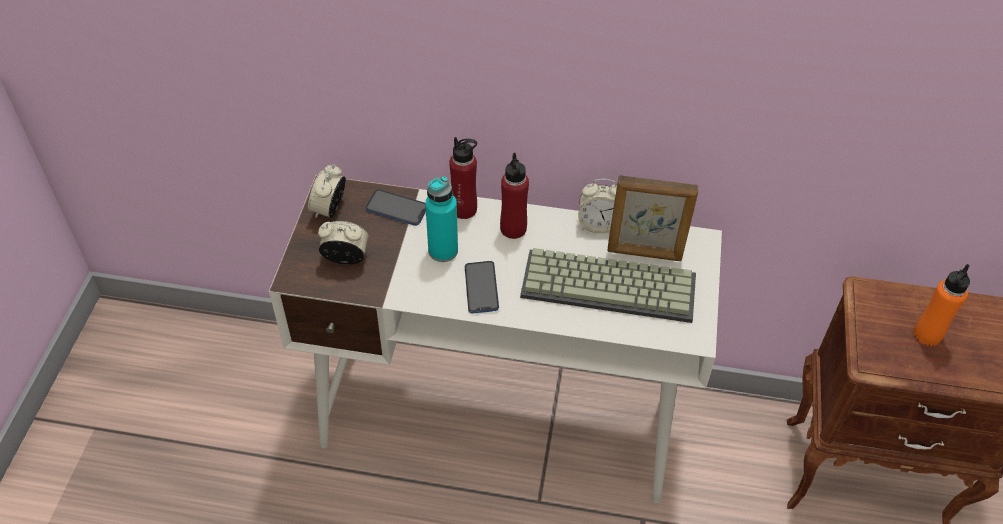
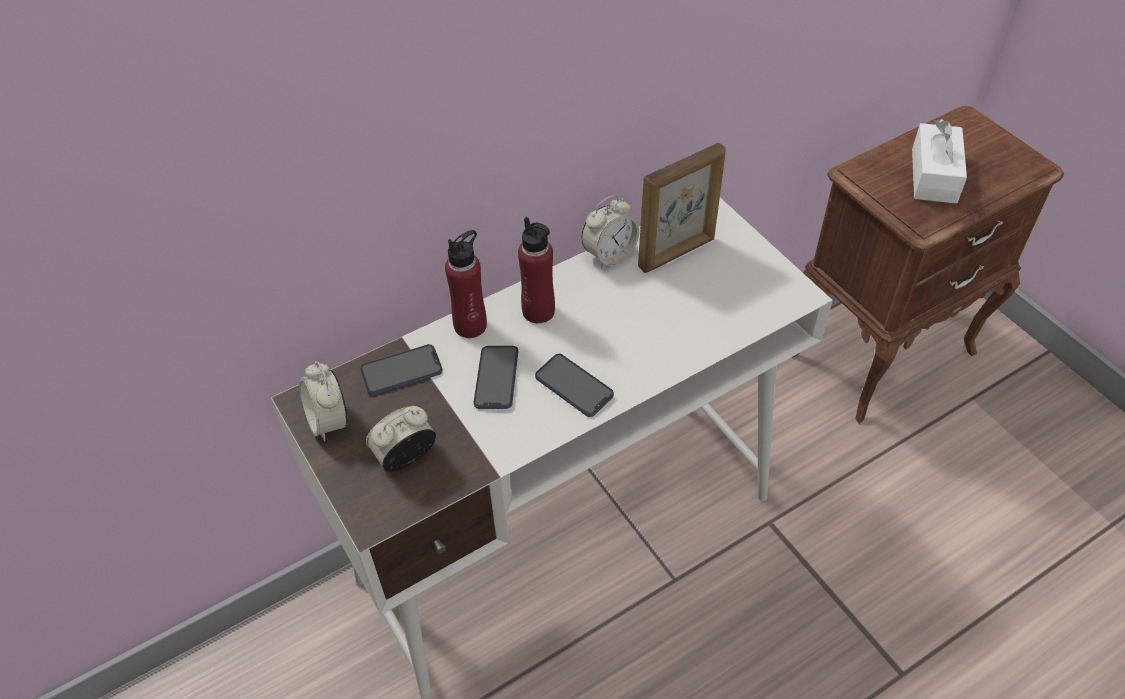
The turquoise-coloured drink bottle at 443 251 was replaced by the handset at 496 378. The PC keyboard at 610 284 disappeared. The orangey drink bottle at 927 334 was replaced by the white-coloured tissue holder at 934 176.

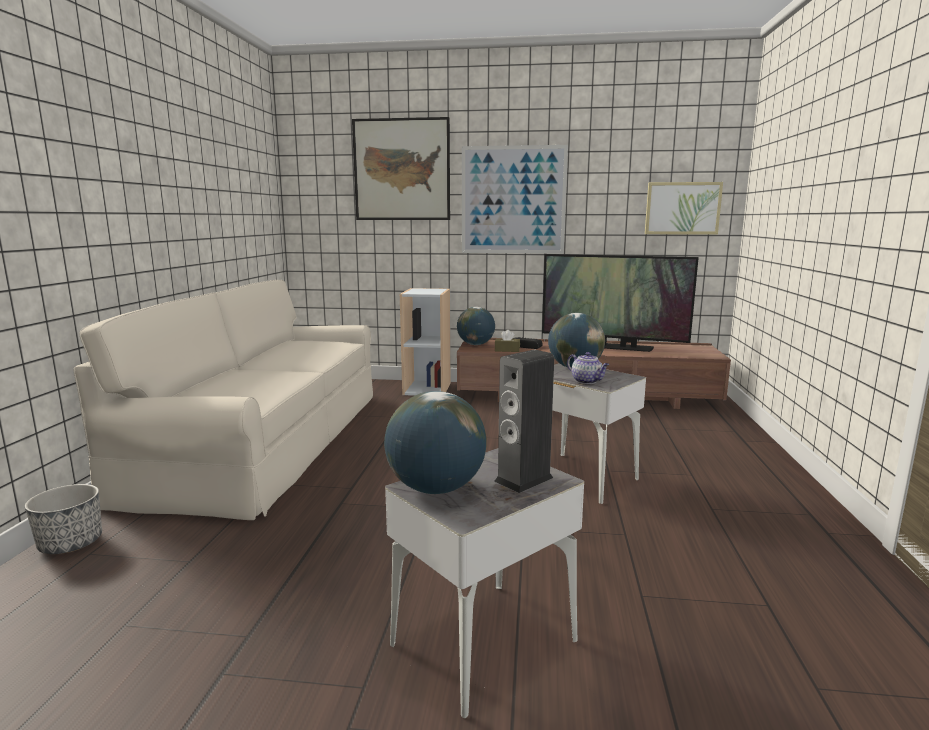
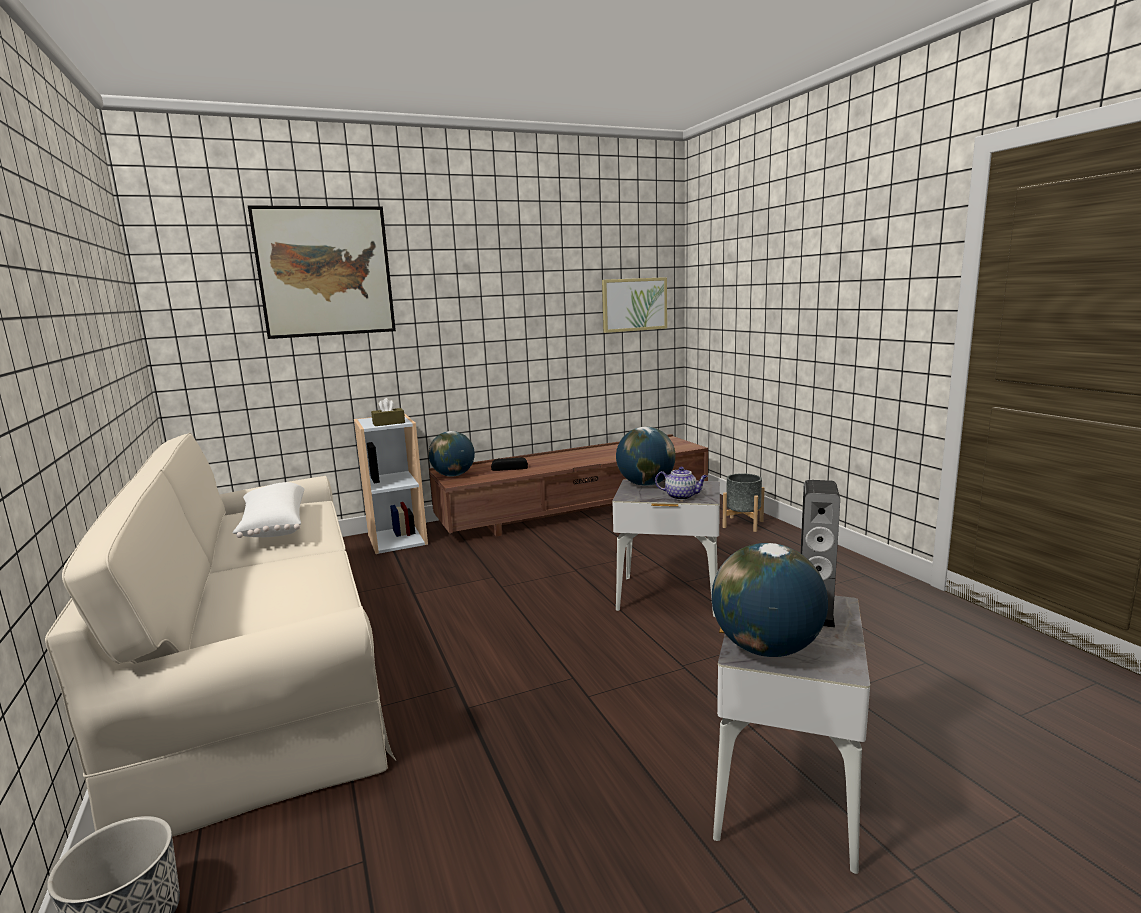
The picture at 513 200 disappeared. The brown tissue holder moved from 507 350 to 388 423. The TV at 612 347 disappeared. The white-coloured throw pillow at 273 526 appeared. The gray planter at 743 524 appeared.

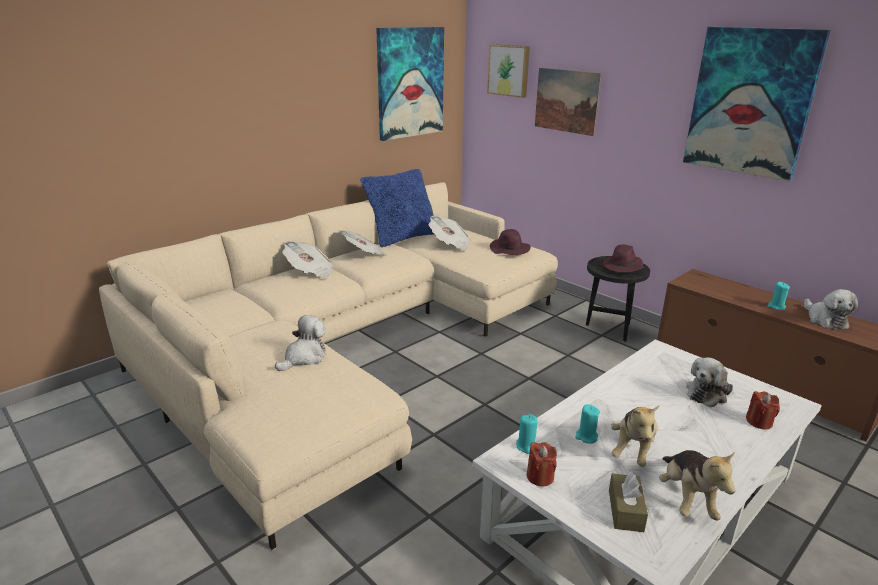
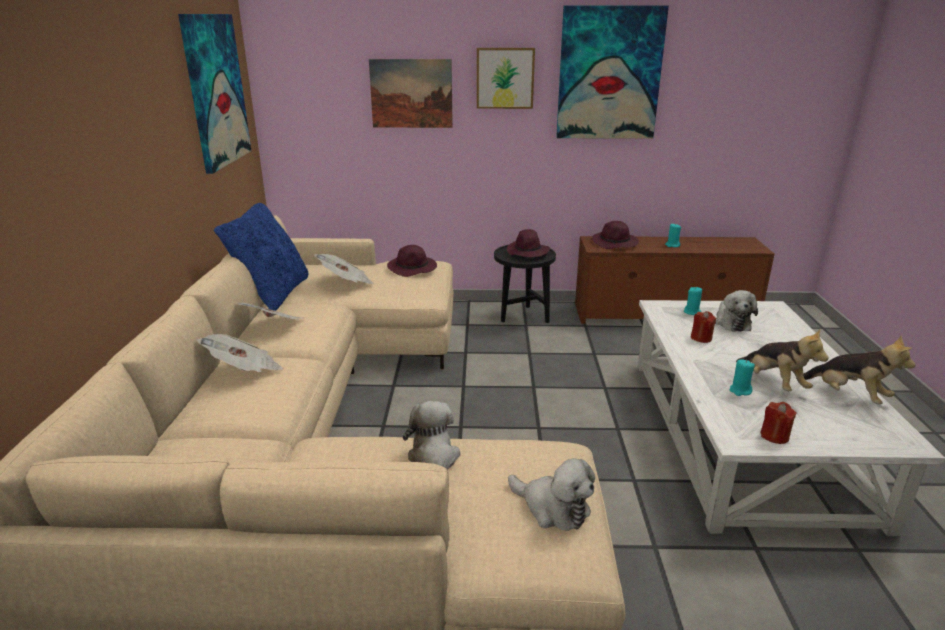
The picture moved from 509 70 to 505 78. The turquoise-coloured wax light moved from 527 446 to 692 312. The brown tissue holder at 625 510 disappeared. The red-coloured wax light moved from 759 422 to 701 338. The cuddly toy moved from 825 320 to 553 508. The purple-coloured clothing hat at 615 243 appeared.

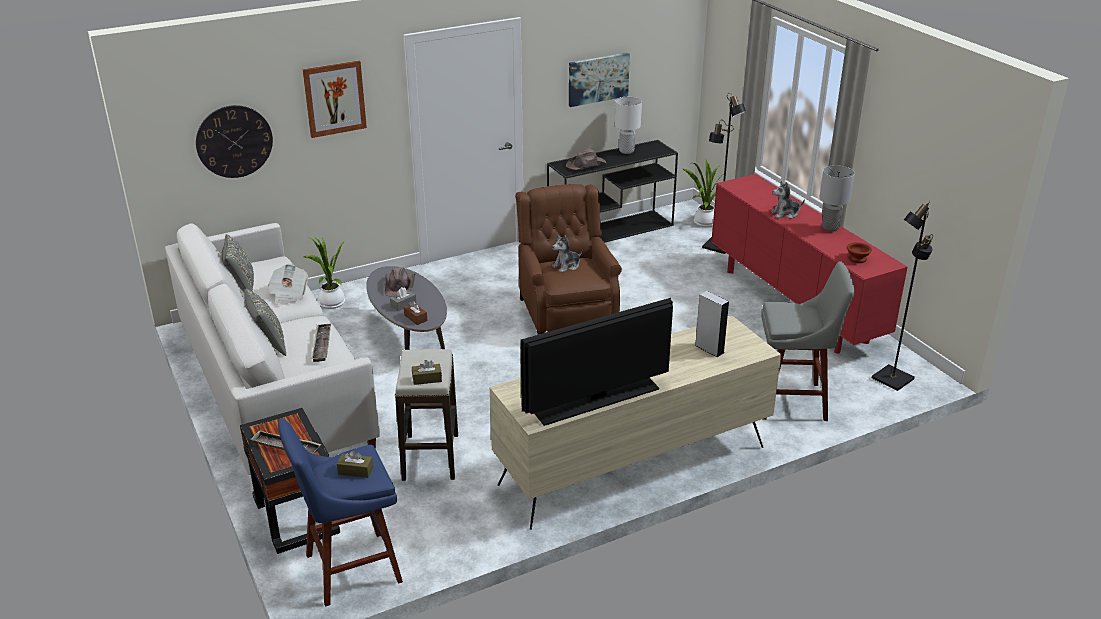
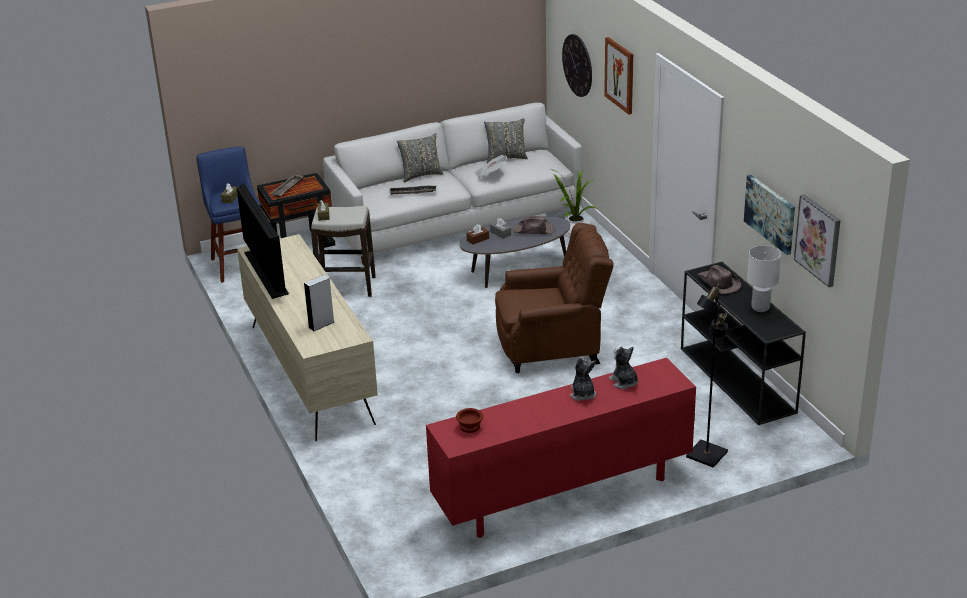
The cuddly toy moved from 566 266 to 624 382. The plant in a pot at 703 223 disappeared. The gray stool at 793 401 disappeared. The gray lamp for a table at 830 229 disappeared. The black-coloured floor lamp at 892 378 disappeared. The picture at 818 240 appeared.

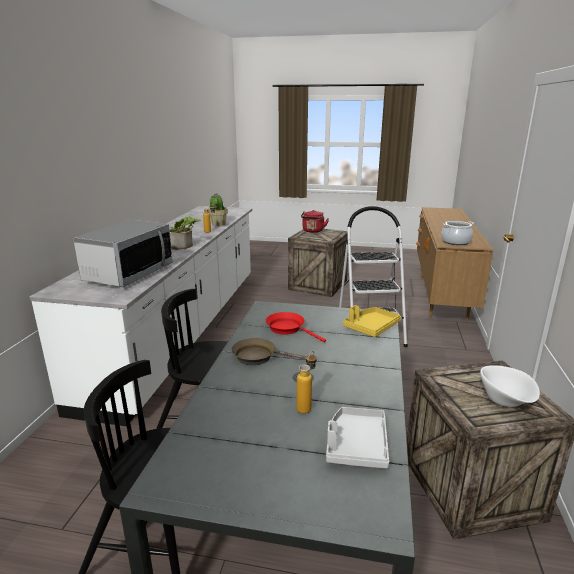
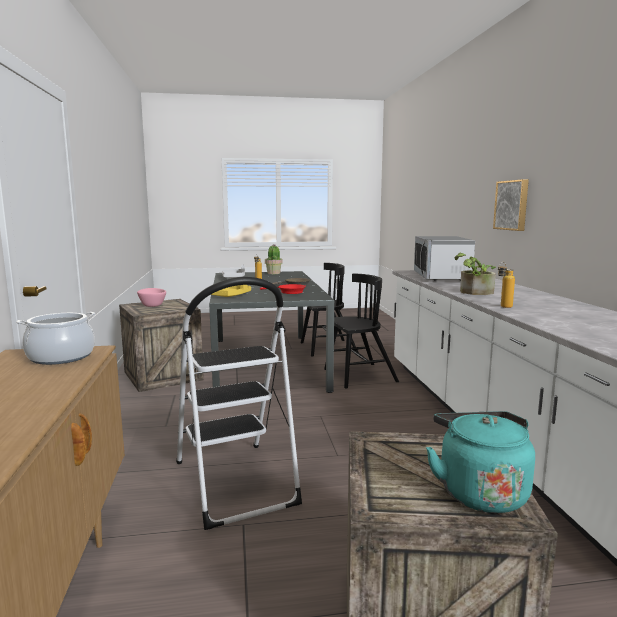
The plant in a pot moved from 218 224 to 273 273. The red-coloured tea kettle at 313 231 became the turquoise-coloured tea kettle at 479 491. The white-coloured deep dish at 506 403 became the pink-coloured deep dish at 152 305. The picture at 512 205 appeared.

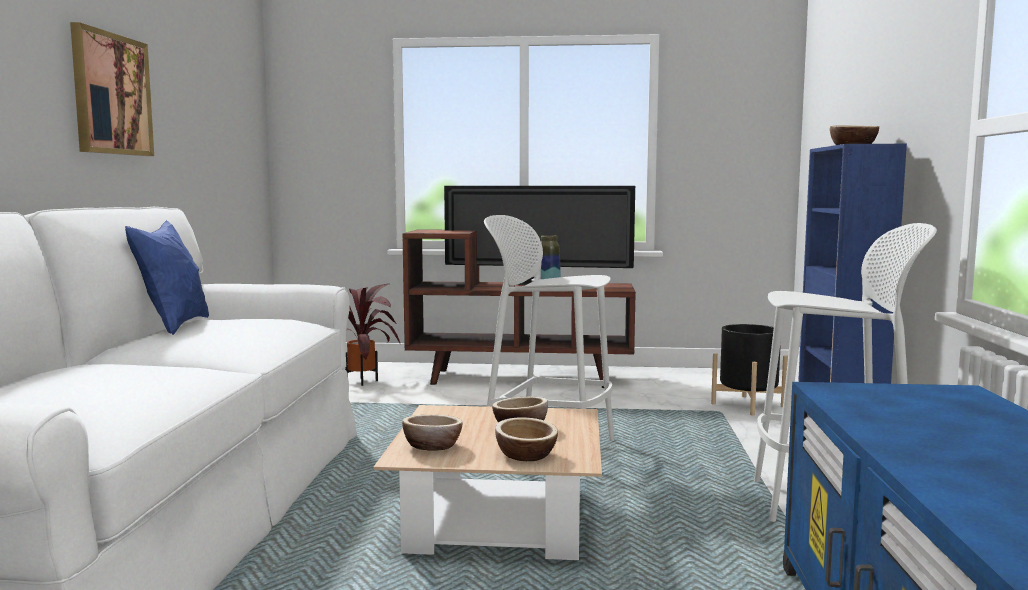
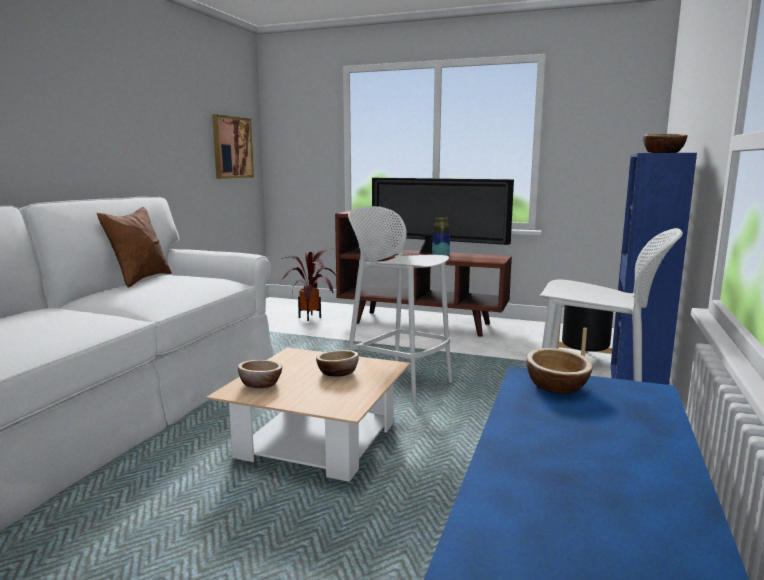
The picture moved from 111 94 to 232 147. The bluish throw pillow at 173 326 became the brown throw pillow at 140 280. The deep dish moved from 526 455 to 556 386.

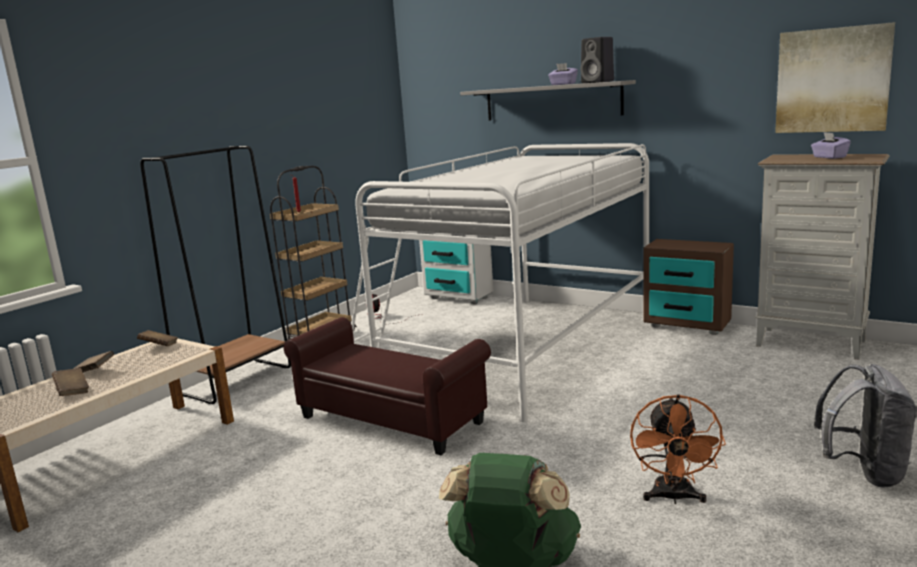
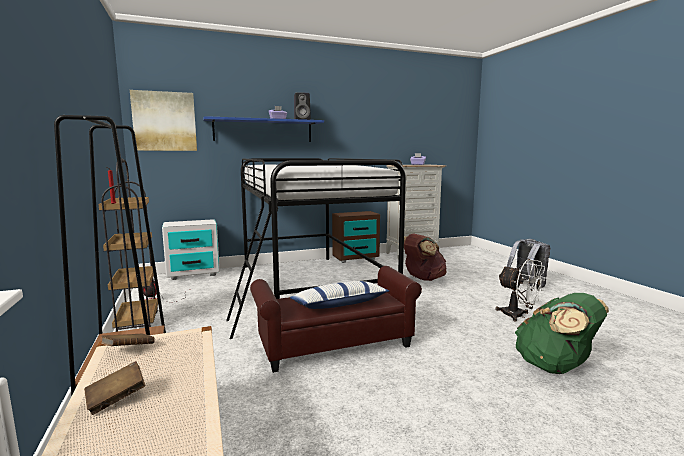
The brown book at 72 391 disappeared. The white-coloured bedroom bed at 520 349 became the black-coloured bedroom bed at 308 288. The gray shelf at 552 101 became the bluish shelf at 263 130. The orangey electric fan at 674 497 became the white-coloured electric fan at 518 316. The picture moved from 832 80 to 164 121. The throw pillow at 339 304 appeared. The brown knapsack at 423 278 appeared.

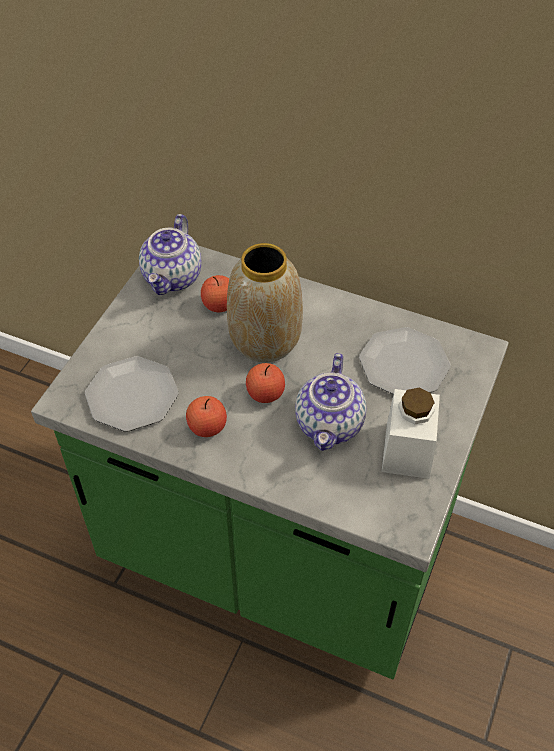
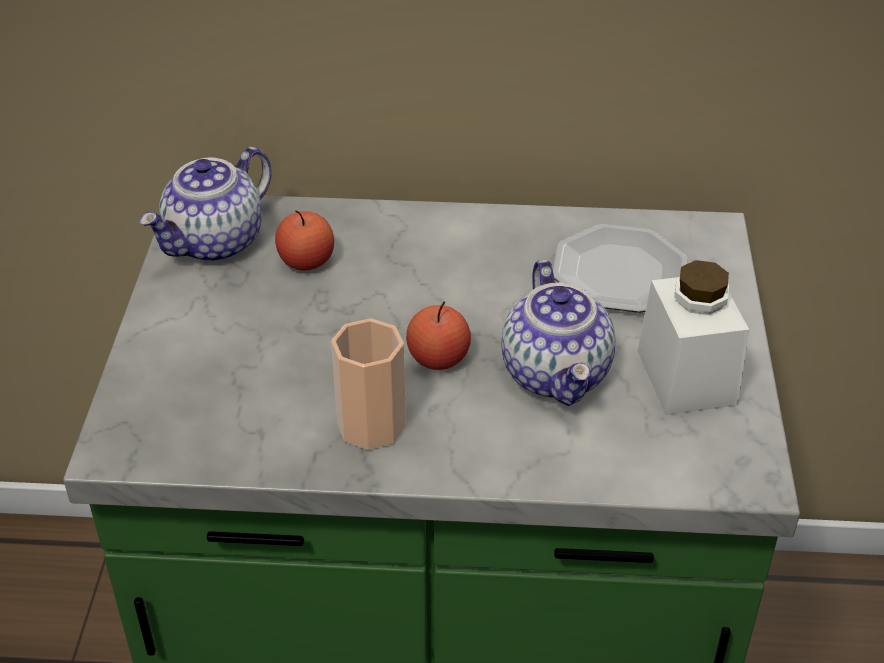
The dinner plate at 131 396 disappeared. The pot for tea at 173 278 turned 45 degrees clockwise. The apple at 207 427 was replaced by the cup at 371 425. The flower vase at 265 340 disappeared.

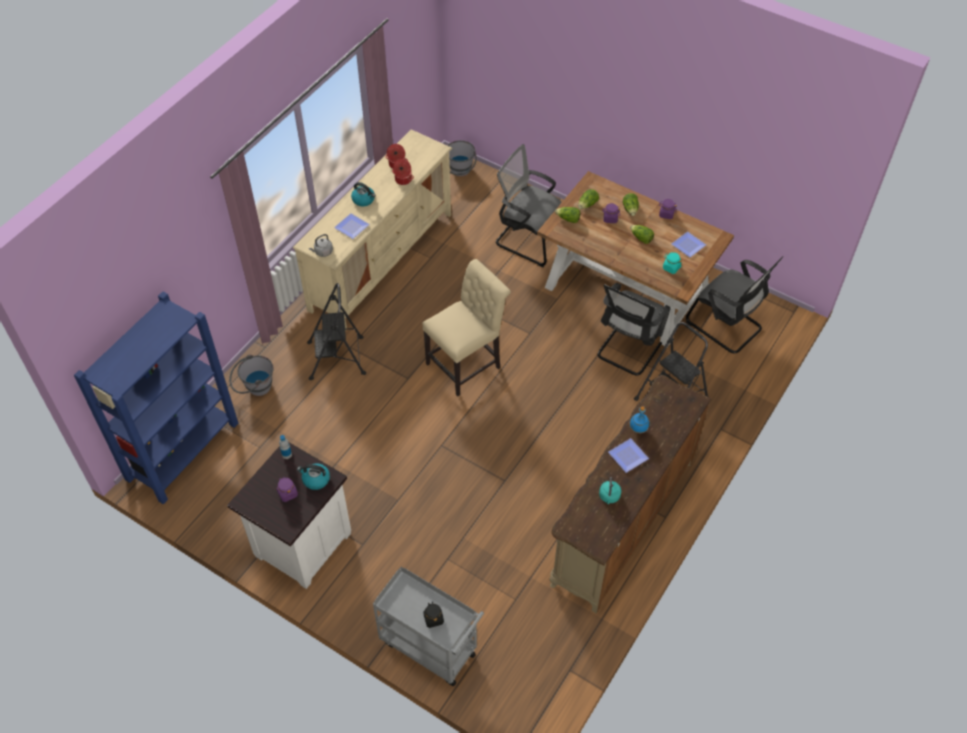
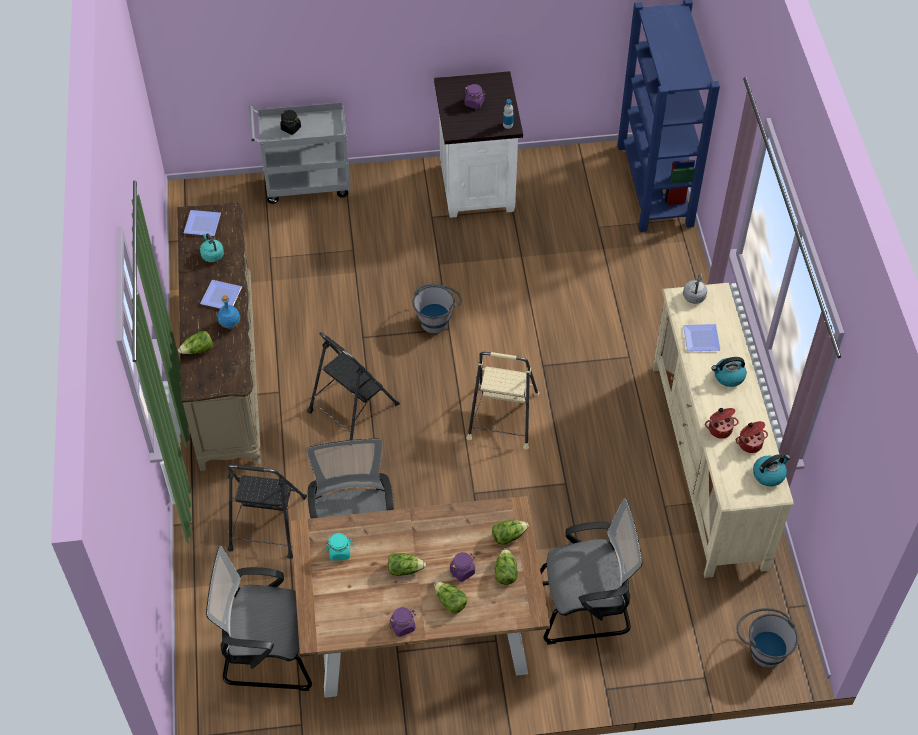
The gray bucket moved from 254 388 to 436 318. The tea kettle moved from 315 479 to 769 474. The black-coloured step ladder moved from 338 357 to 351 408. The beige plain chair at 467 364 was replaced by the beige step ladder at 502 417. The dinner plate moved from 688 244 to 203 225. The head of lettuce at 198 350 appeared.

